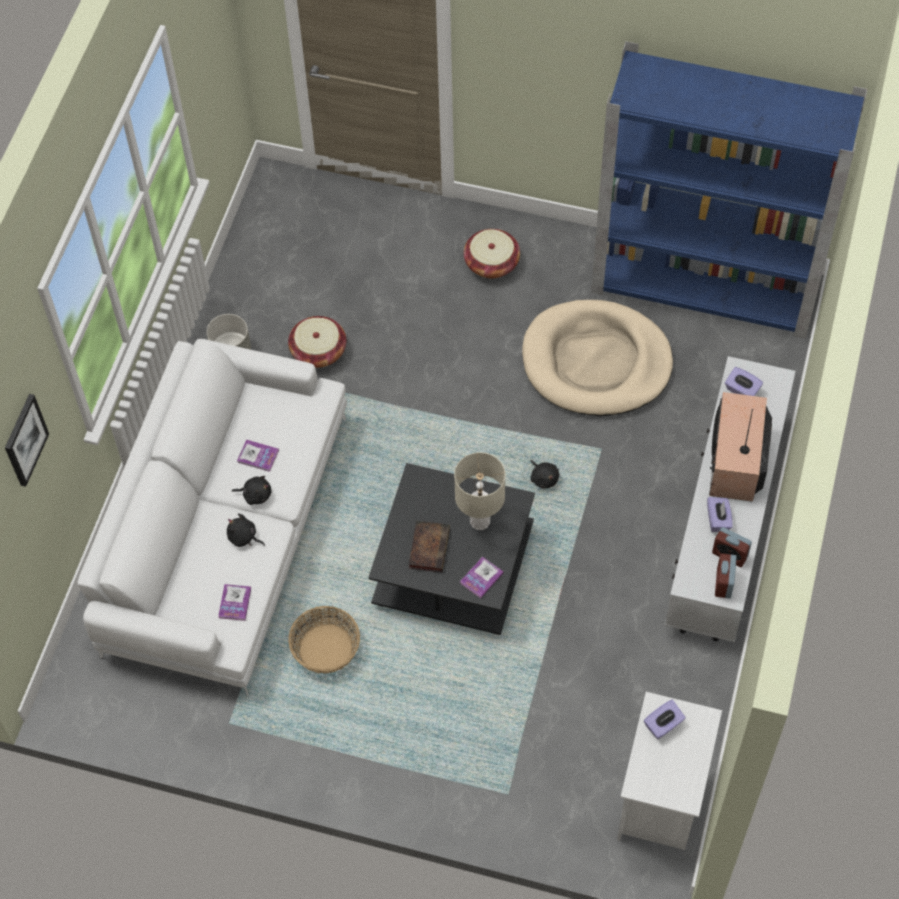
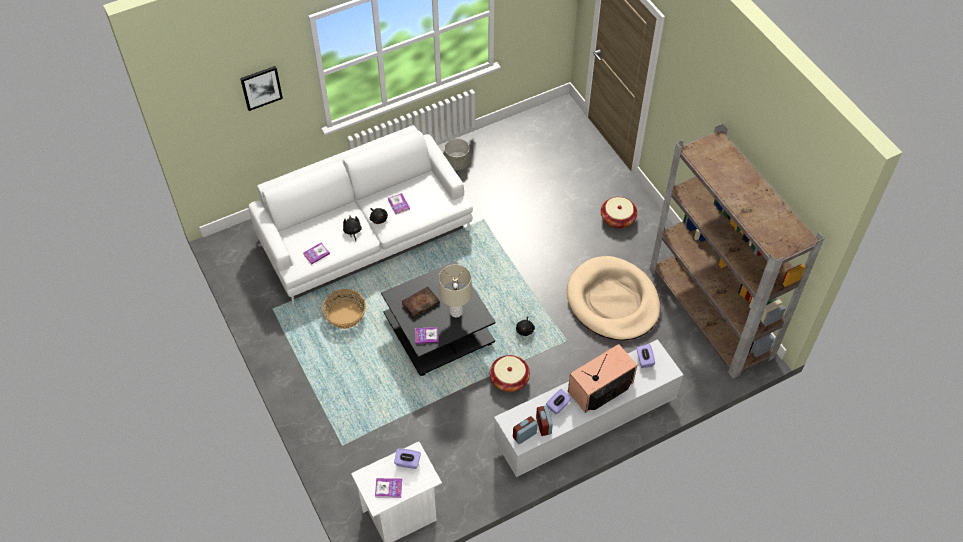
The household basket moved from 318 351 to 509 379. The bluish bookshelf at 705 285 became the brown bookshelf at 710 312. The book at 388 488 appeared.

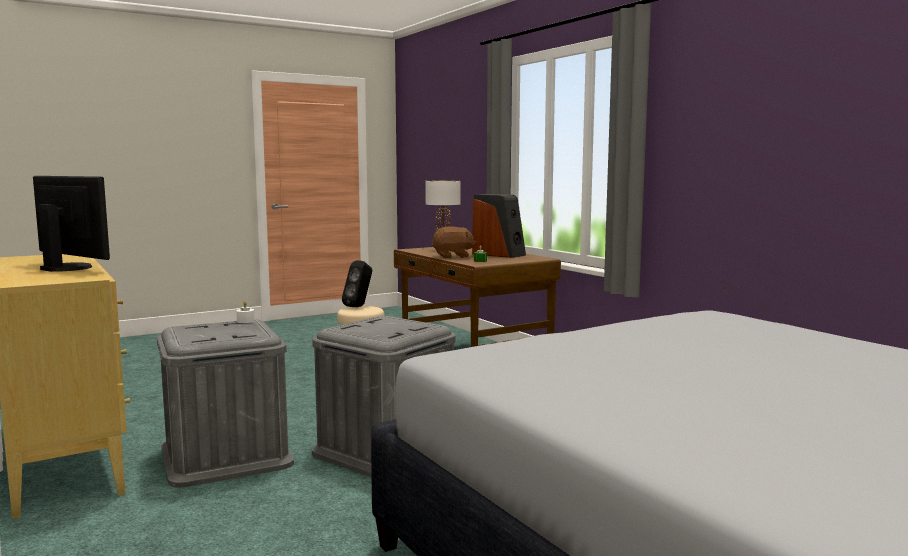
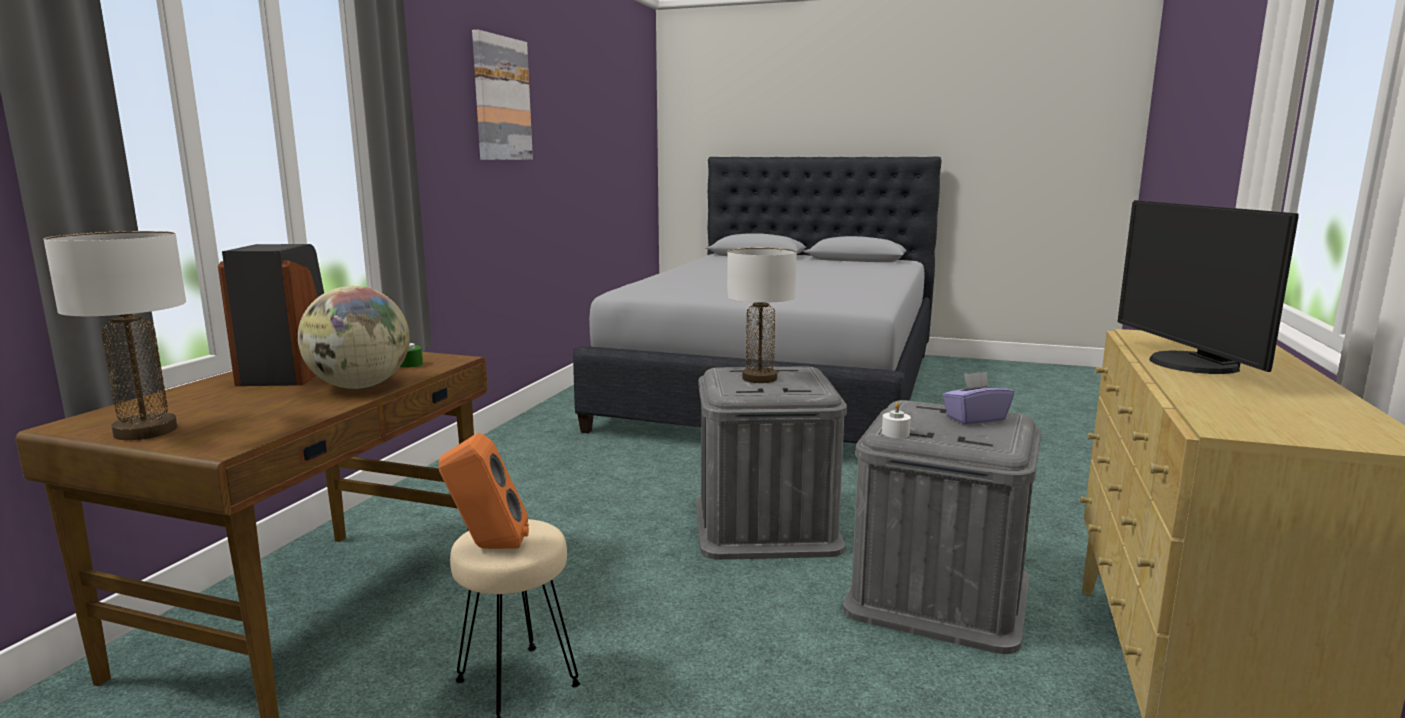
The black-coloured audio speaker at 359 306 became the orangey audio speaker at 487 547. The brown cuddly toy at 453 256 was replaced by the globe at 359 386. The picture at 501 99 appeared. The lamp for a table at 759 378 appeared. The purple-coloured tissue holder at 975 419 appeared.

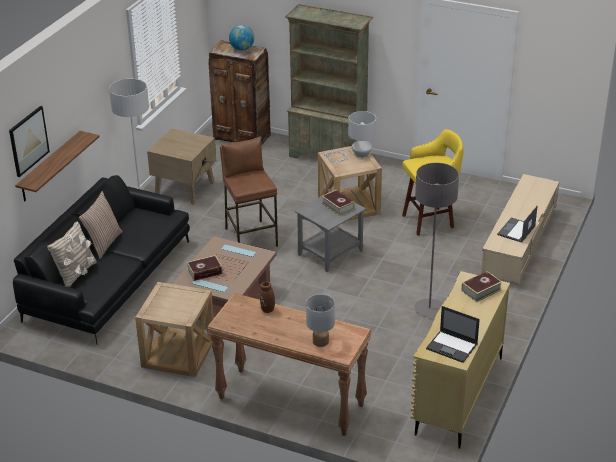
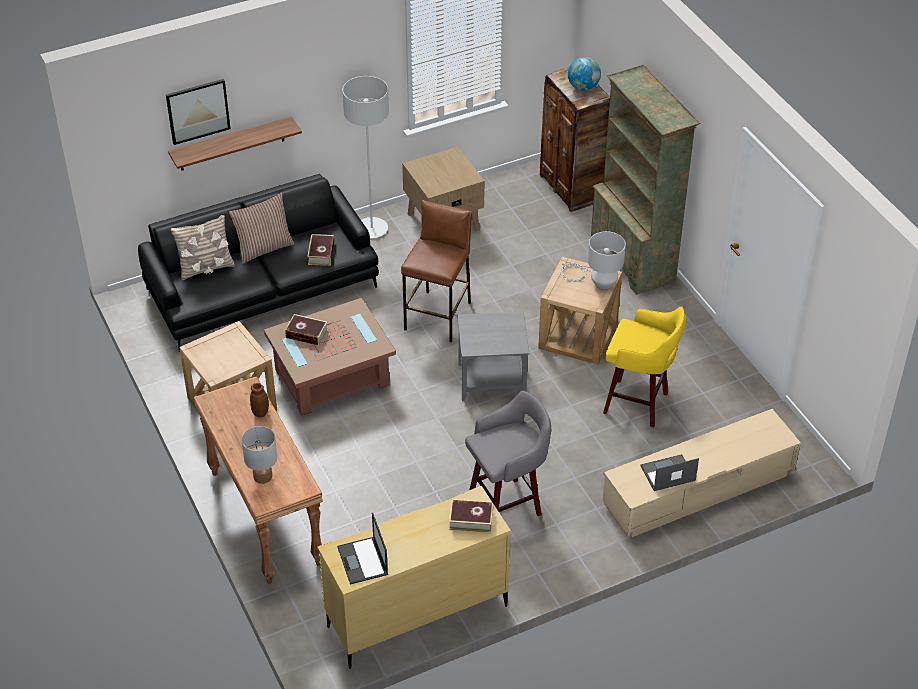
The book moved from 338 206 to 321 253. The gray floor lamp at 429 309 was replaced by the gray stool at 507 505.

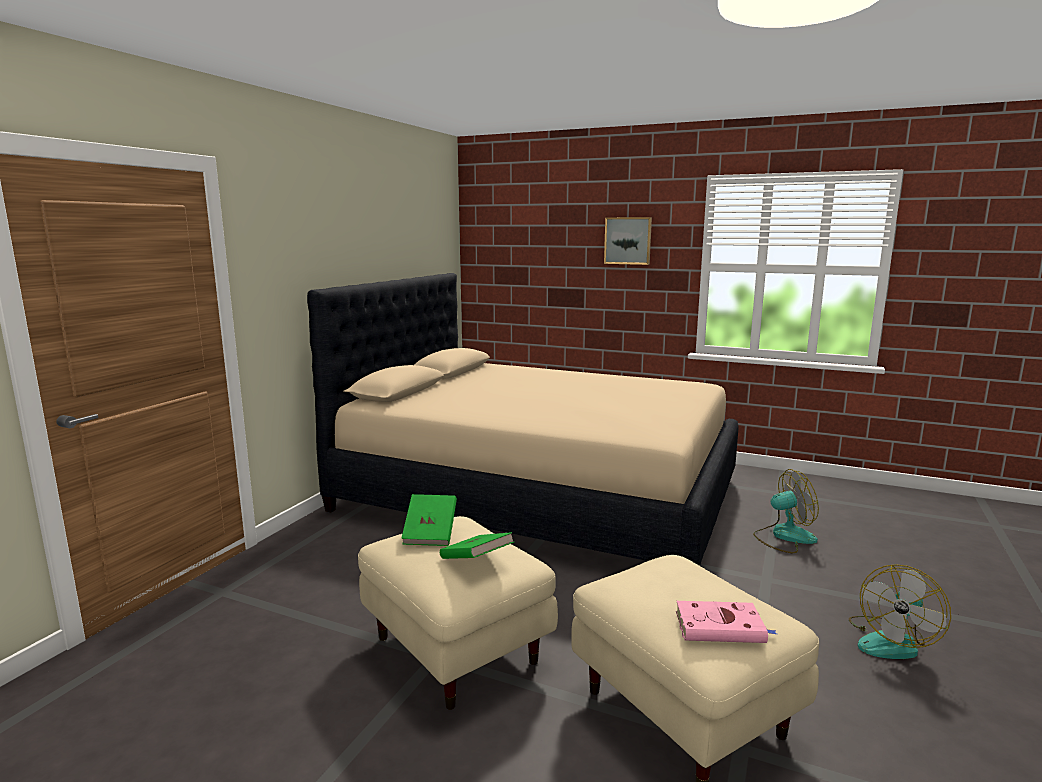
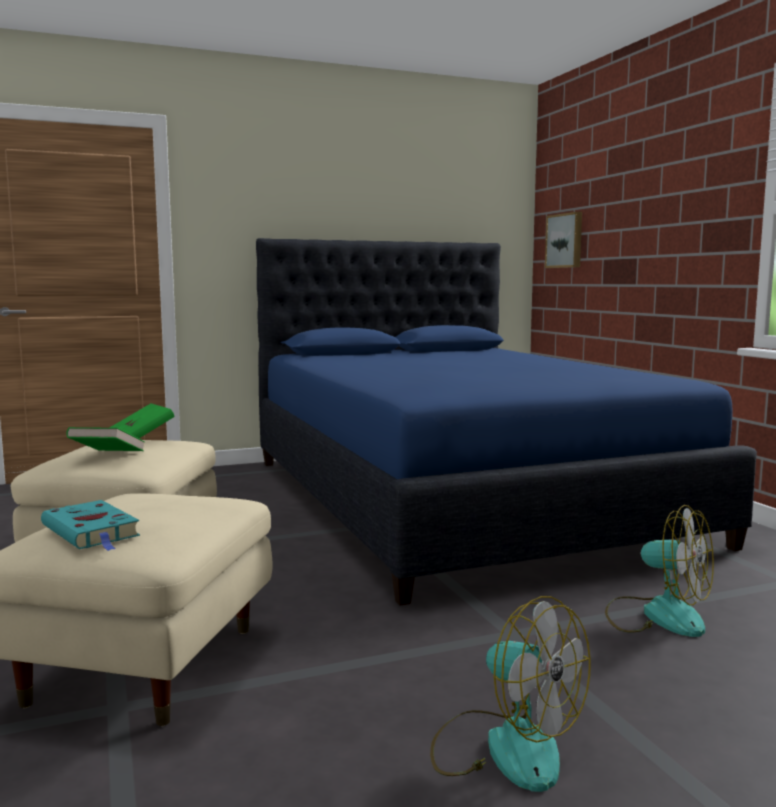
The beige bedroom bed at 538 494 became the bluish bedroom bed at 458 498. The picture moved from 628 240 to 565 241. The pink-coloured book at 722 627 became the turquoise-coloured book at 92 532. The electric fan at 891 641 turned 135 degrees counterclockwise.

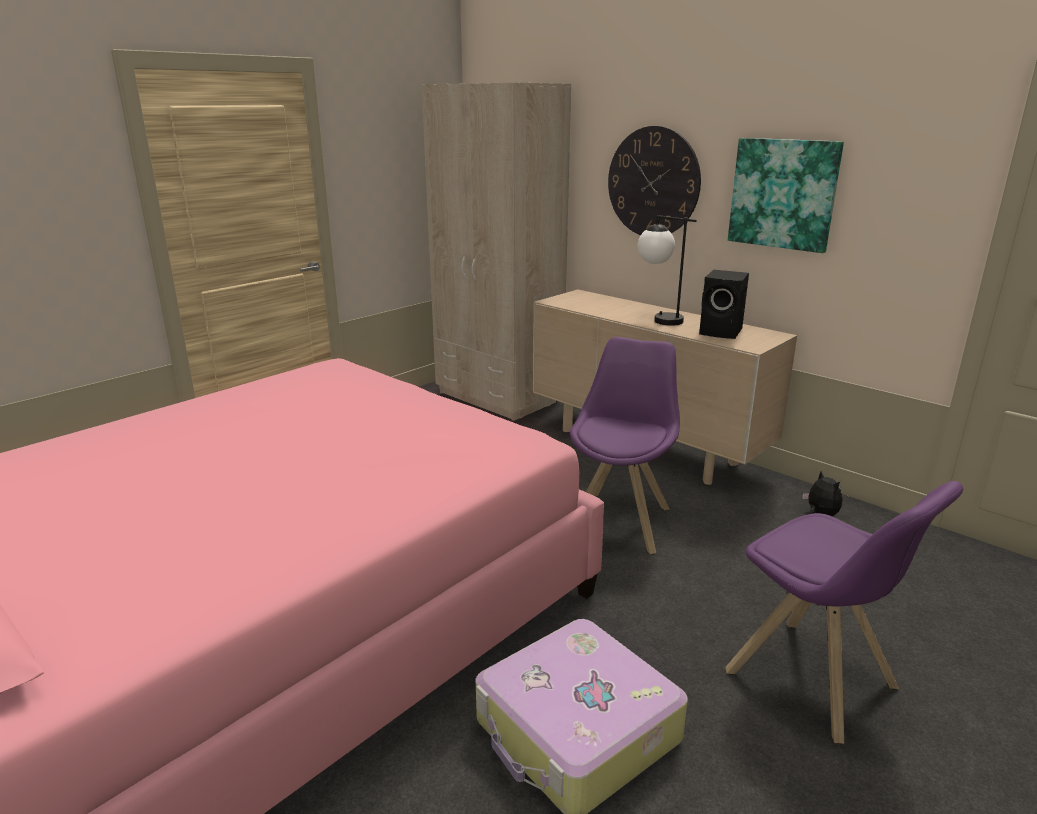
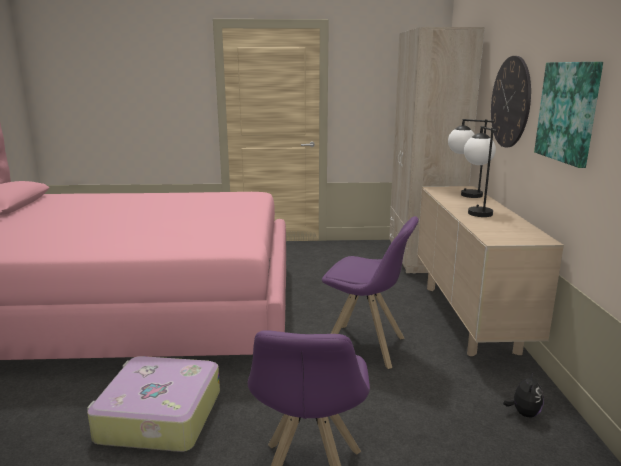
The purple-coloured plain chair at 620 521 turned 45 degrees clockwise. The black-coloured audio speaker at 722 332 disappeared. The lamp for a table at 462 194 appeared.

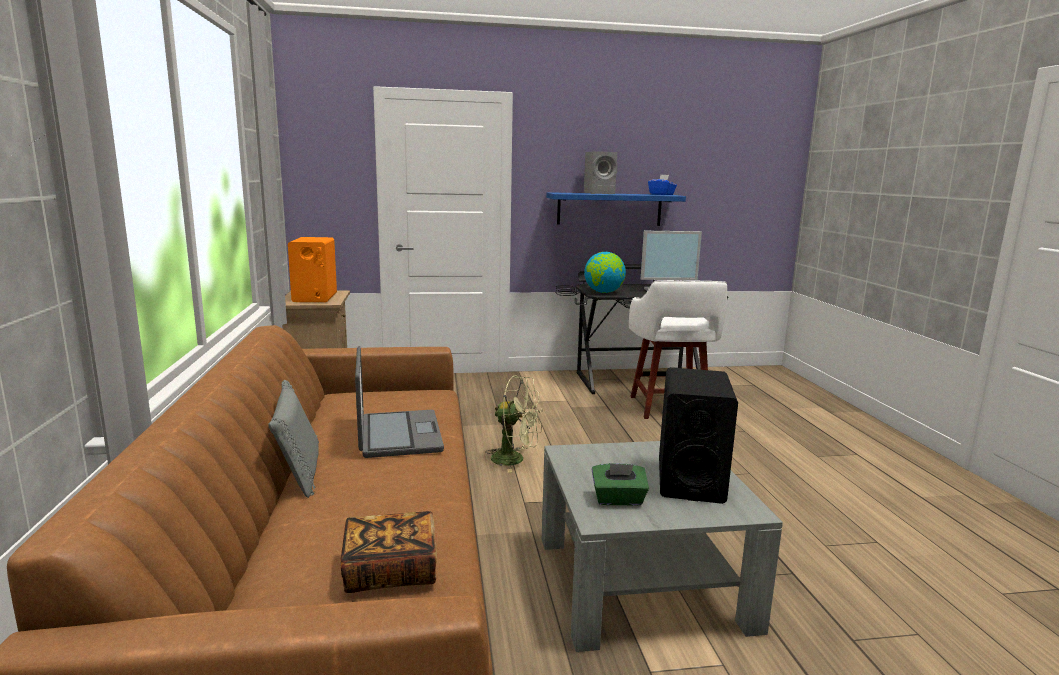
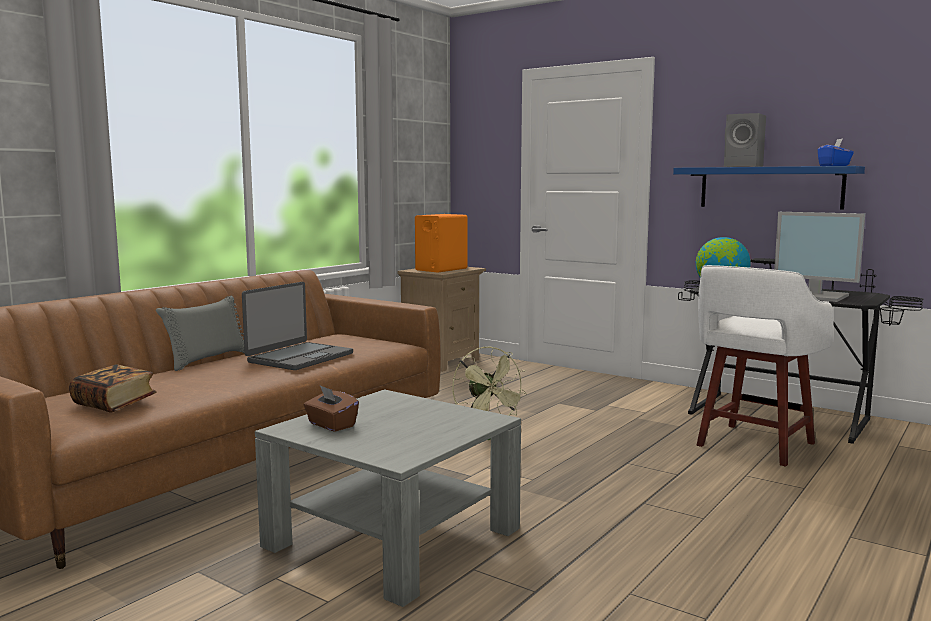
The green tissue holder at 618 500 became the brown tissue holder at 331 425. The black-coloured audio speaker at 690 480 disappeared.

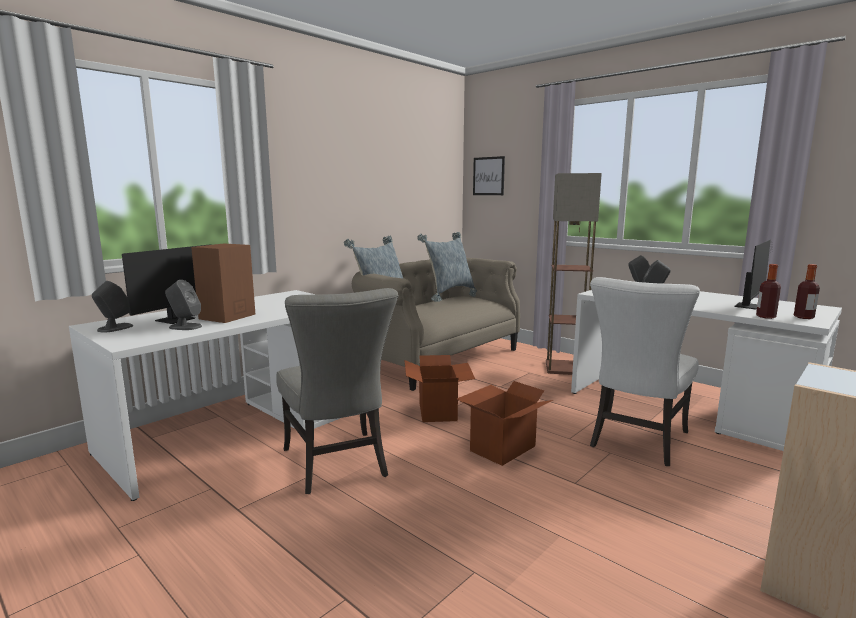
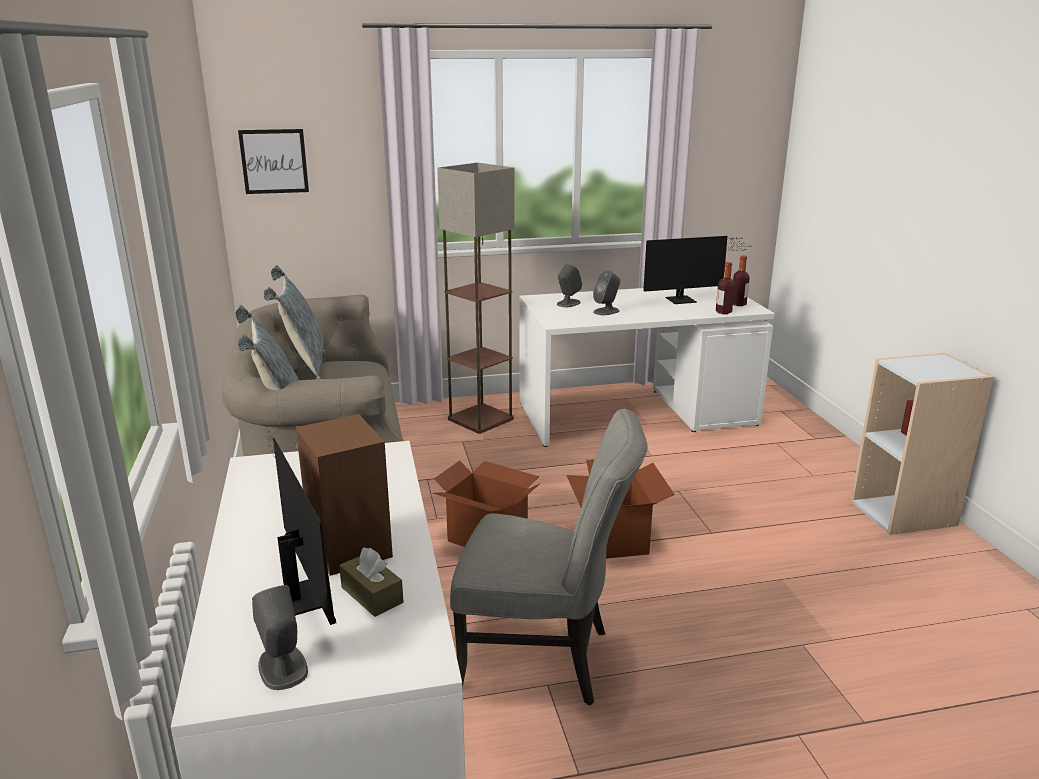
The gray audio speaker at 185 327 was replaced by the brown tissue holder at 372 595. The white-coloured plain chair at 635 441 disappeared. The computer screen at 752 306 turned 90 degrees clockwise.

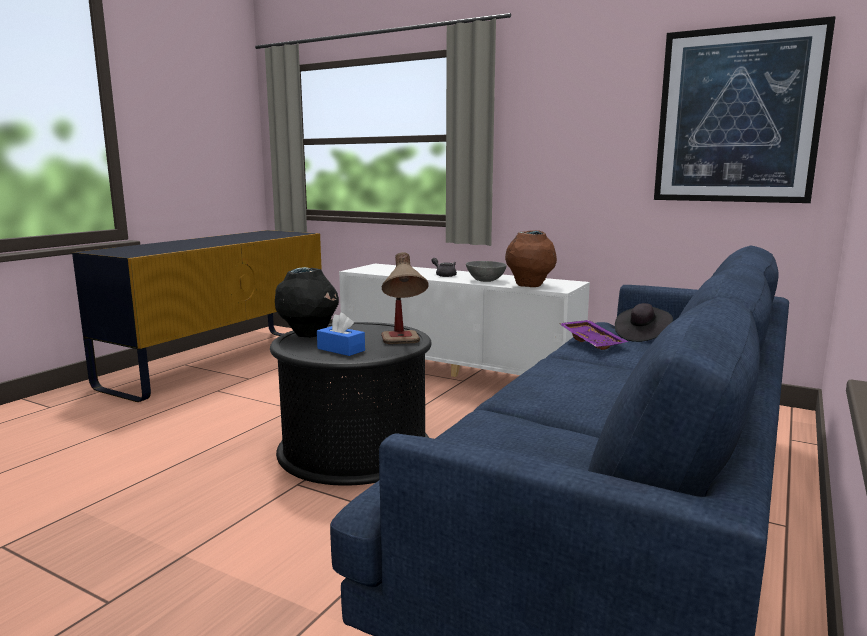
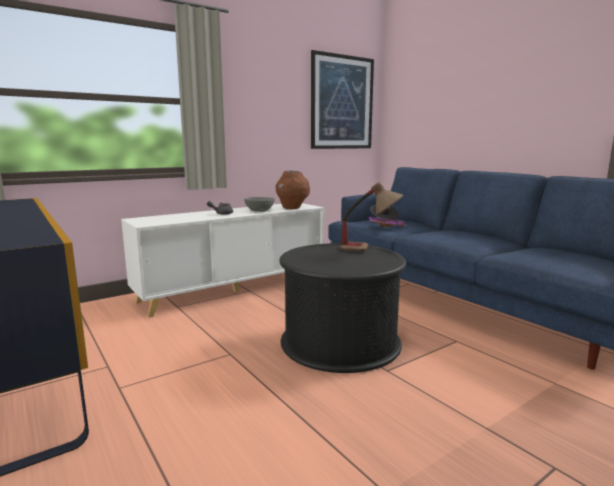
The black-coloured flower vase at 309 334 disappeared. The bluish tissue holder at 341 349 disappeared.

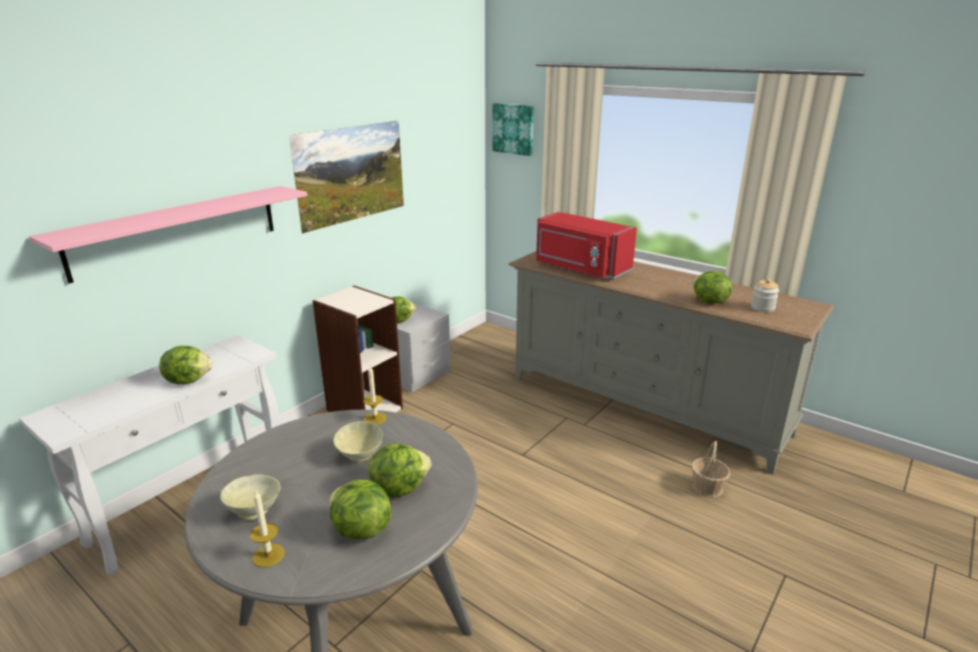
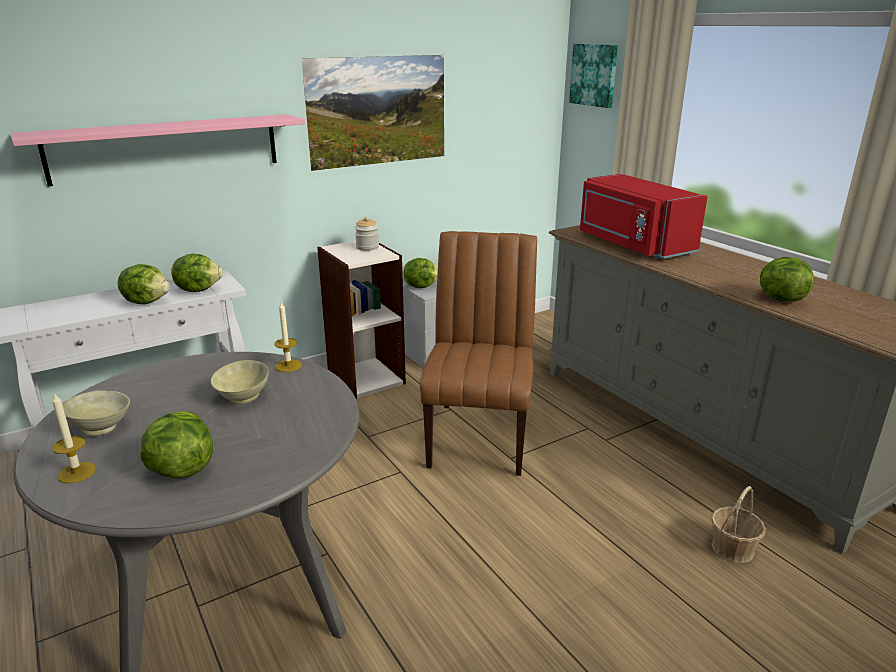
The head of lettuce moved from 399 488 to 199 289. The jar moved from 762 308 to 367 247. The brown plain chair at 479 439 appeared.

